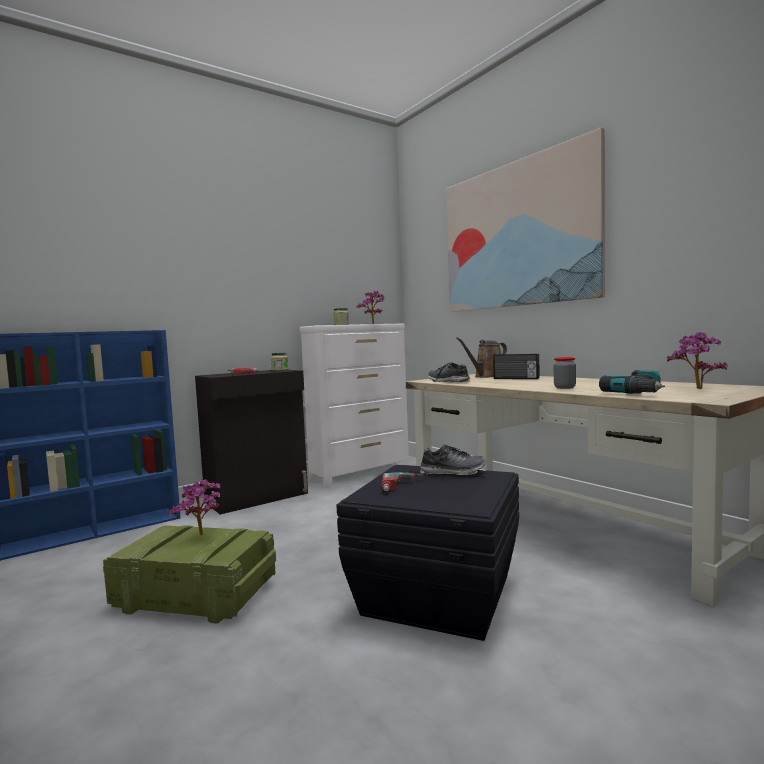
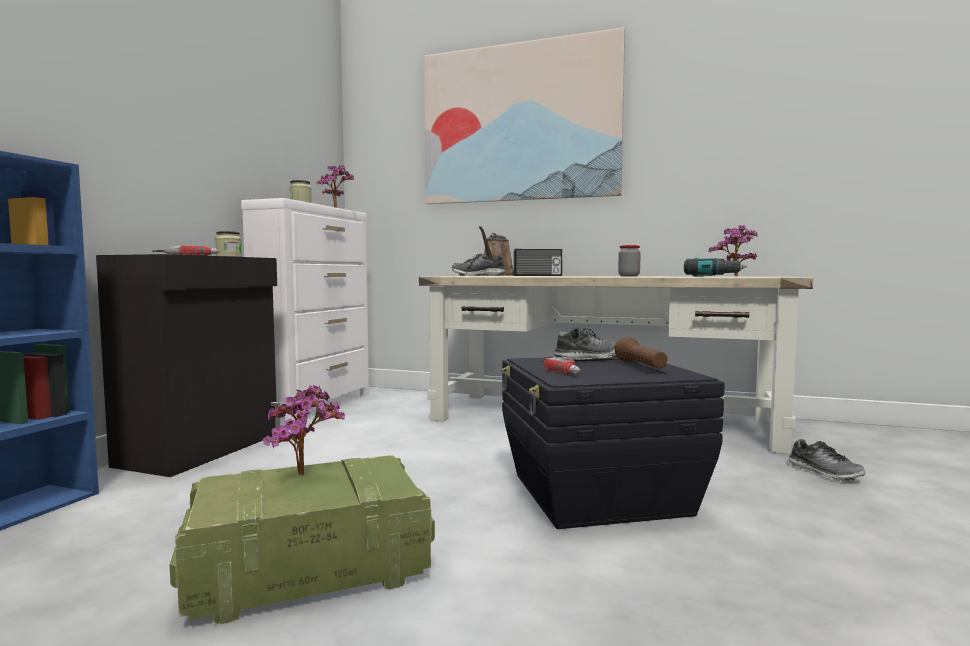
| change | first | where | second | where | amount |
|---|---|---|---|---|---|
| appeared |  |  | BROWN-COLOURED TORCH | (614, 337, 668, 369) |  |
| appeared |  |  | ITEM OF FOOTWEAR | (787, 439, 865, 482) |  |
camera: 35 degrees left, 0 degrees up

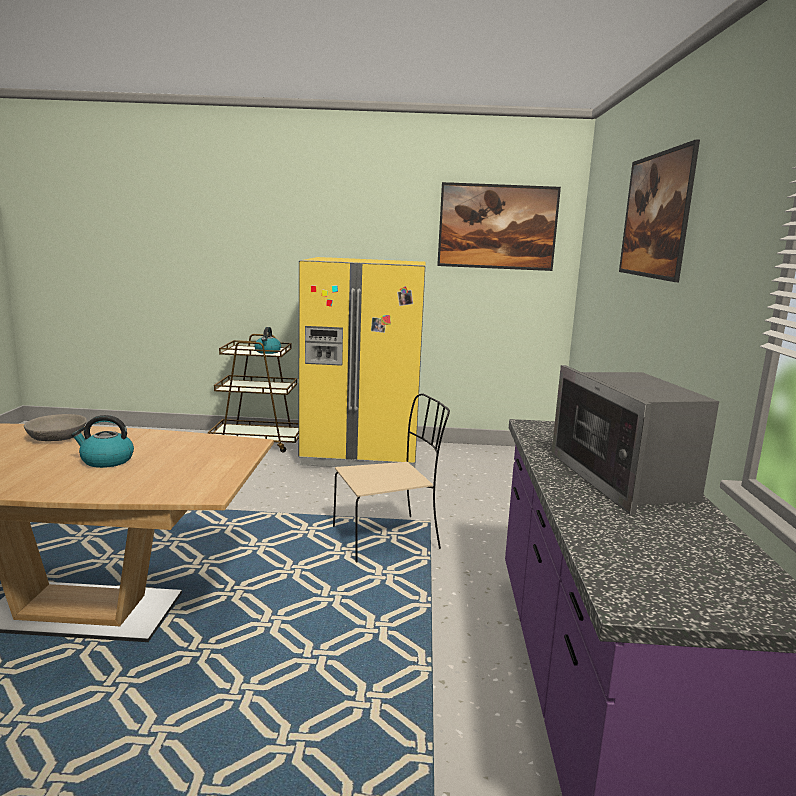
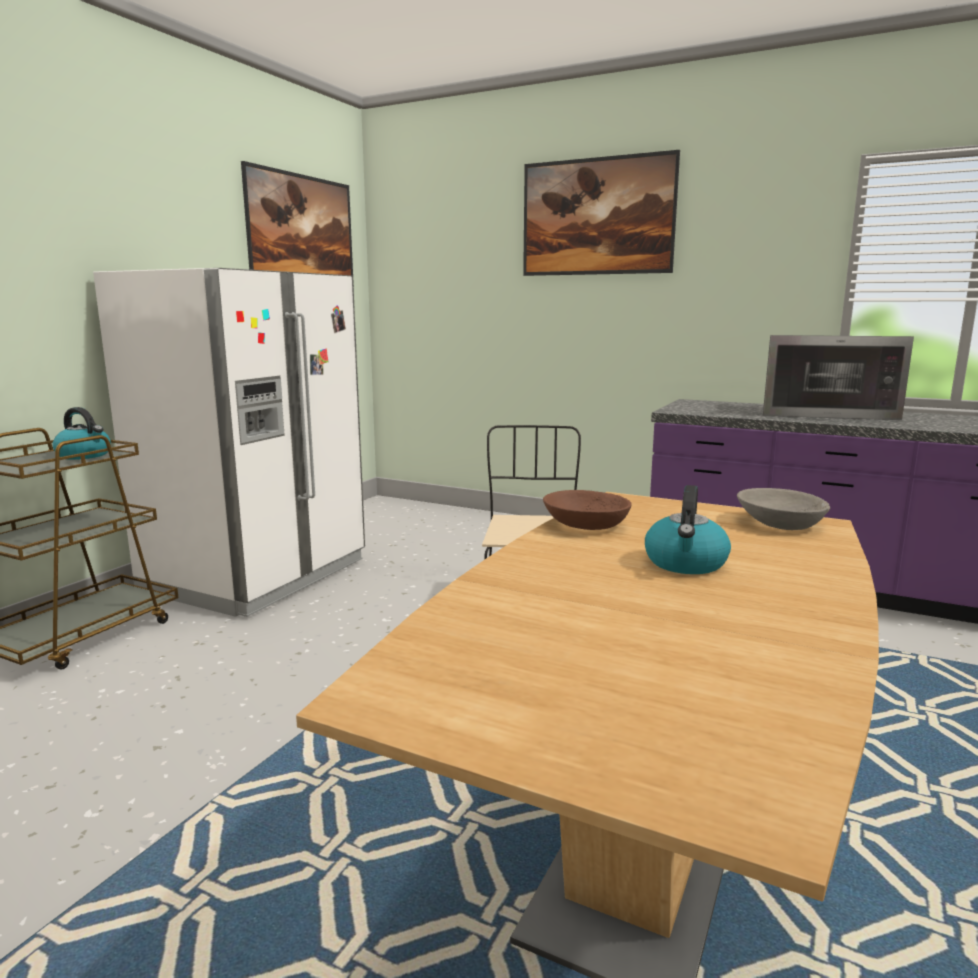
| change | first | where | second | where | amount |
|---|---|---|---|---|---|
| colour | YELLOWISH KITCHEN FRIDGE | (298, 257, 426, 468) | WHITE-COLOURED KITCHEN FRIDGE | (93, 268, 365, 617) |  |
| appeared |  |  | BROWN-COLOURED DEEP DISH | (543, 490, 632, 530) |  |
| relocated | GREY DEEP DISH | (24, 414, 87, 441) |  | (737, 488, 830, 530) |  |
camera: 65 degrees left, 0 degrees up

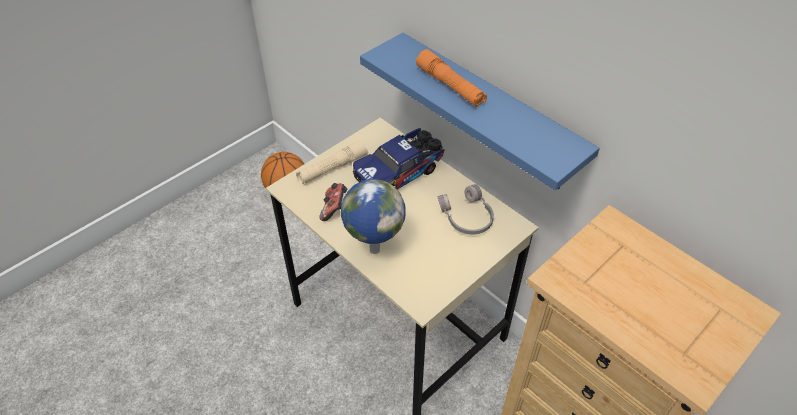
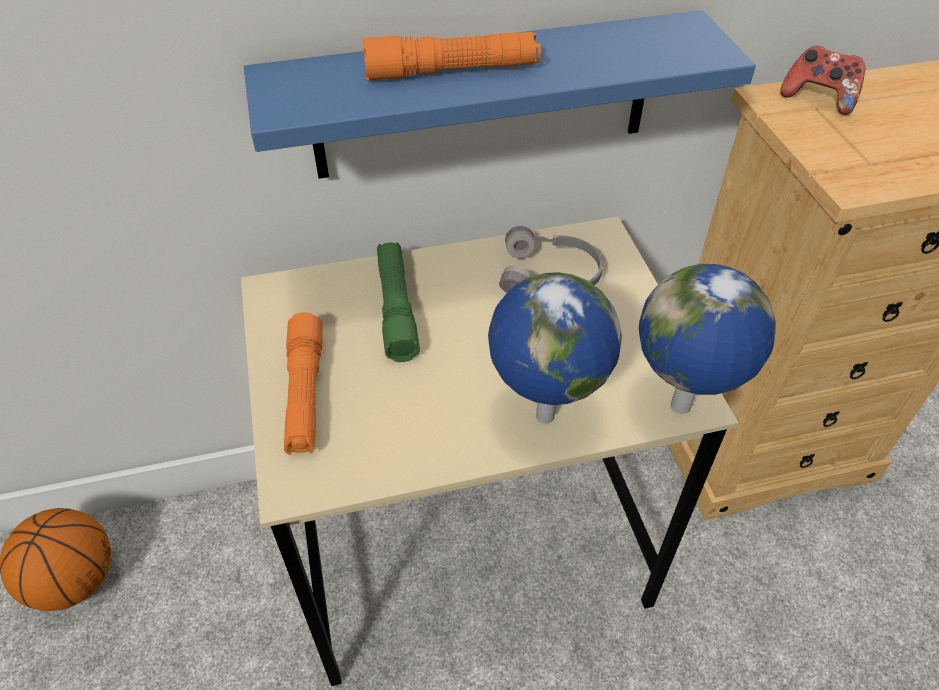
| change | first | where | second | where | amount |
|---|---|---|---|---|---|
| colour | SAND-COLOURED TORCH | (296, 140, 368, 184) | ORANGEY TORCH | (284, 312, 323, 455) |  |
| exchanged | TOY TRUCK | (353, 128, 445, 189) | GREENISH TORCH | (377, 242, 420, 362) |  |
| appeared |  |  | GLOBE | (639, 264, 776, 414) |  |
| relocated | GAMEPAD | (320, 183, 347, 221) |  | (780, 46, 865, 115) |  |
camera: 60 degrees left, 0 degrees up

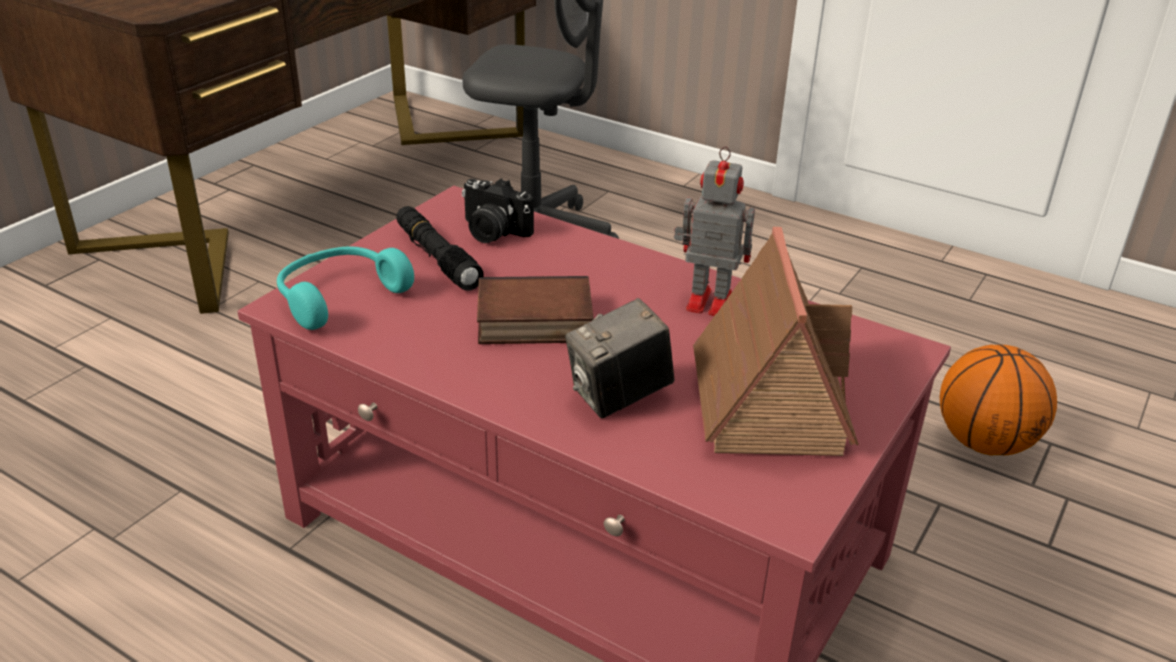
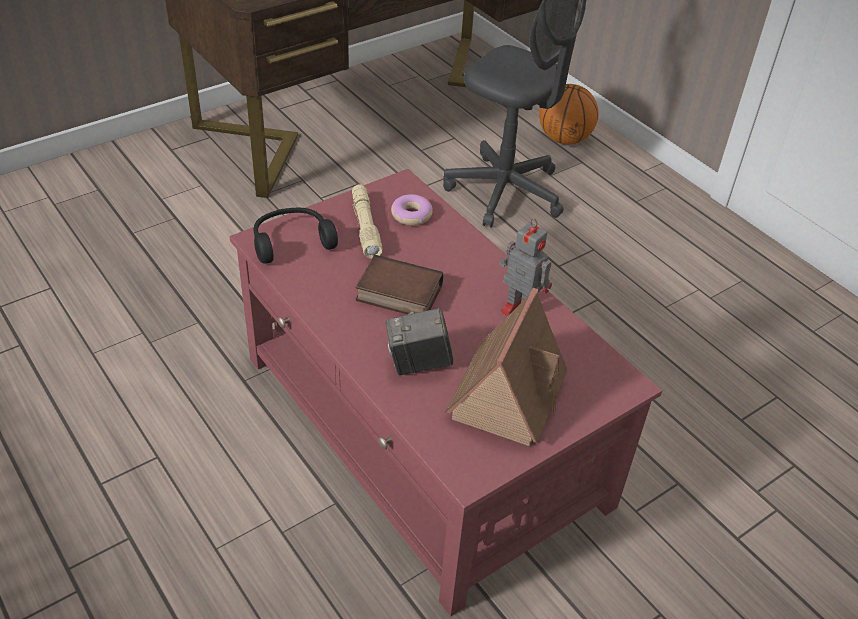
| change | first | where | second | where | amount |
|---|---|---|---|---|---|
| colour | BLUE-GREEN PAIR OF HEADPHONES | (277, 247, 414, 330) | BLACKISH PAIR OF HEADPHONES | (254, 208, 338, 264) |  |
| colour | BLACKISH TORCH | (396, 206, 484, 290) | SAND-COLOURED TORCH | (352, 185, 383, 259) |  |
| exchanged | PHOTO CAMERA | (462, 178, 534, 243) | DOUGHNUT | (391, 194, 433, 226) |  |
| relocated | BASKETBALL BALL | (940, 345, 1057, 455) |  | (539, 84, 599, 145) |  |
camera: 20 degrees right, 10 degrees up

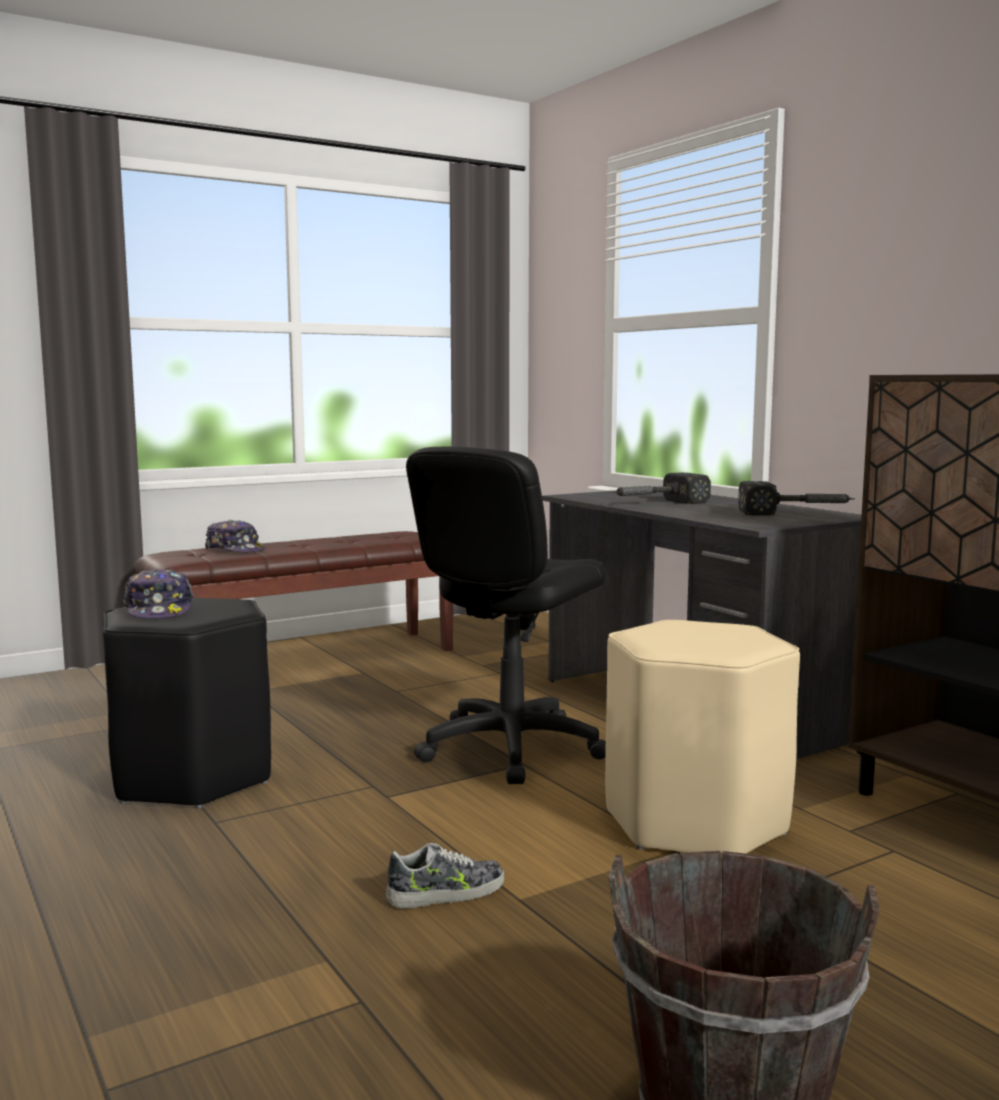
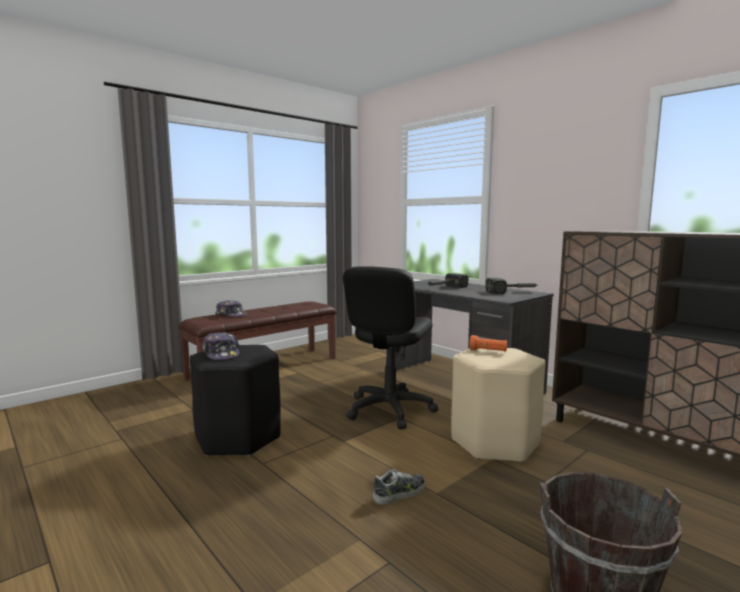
| change | first | where | second | where | amount |
|---|---|---|---|---|---|
| appeared |  |  | ORANGEY TORCH | (470, 335, 507, 352) |  |
camera: 10 degrees left, 0 degrees up

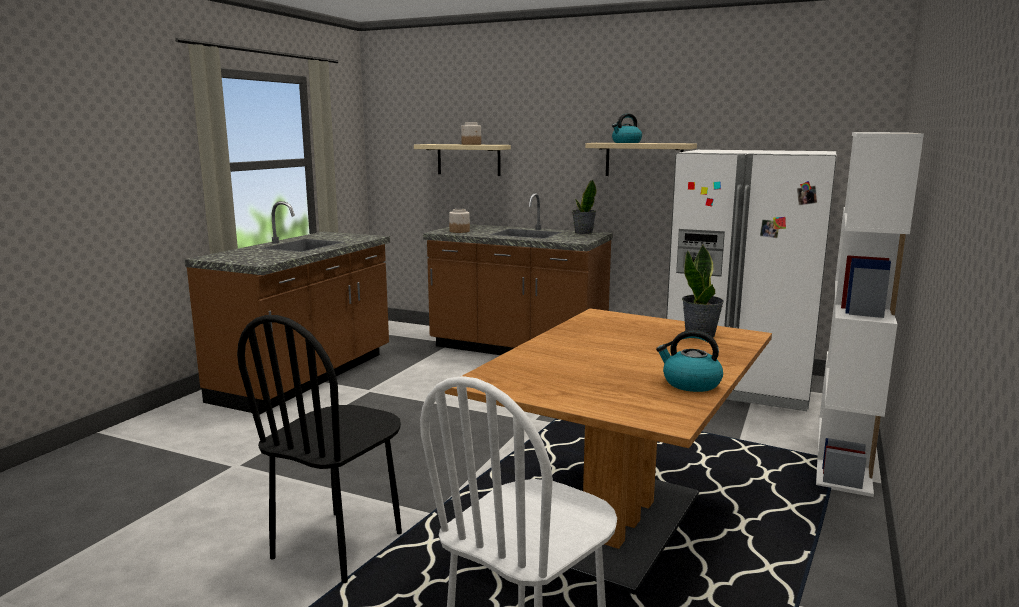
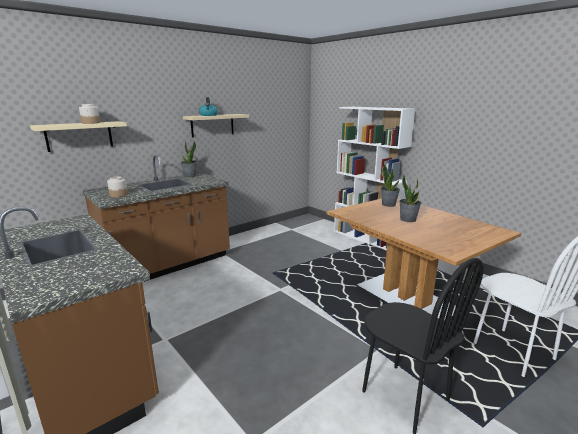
| change | first | where | second | where | amount |
|---|---|---|---|---|---|
| appeared |  |  | HOUSEPLANT | (399, 175, 421, 222) |  |
| missing | WATER KETTLE | (656, 330, 723, 392) |  |  |  |
| missing | WHITE-COLOURED KITCHEN FRIDGE | (666, 150, 837, 411) |  |  |  |
camera: 65 degrees left, 5 degrees up

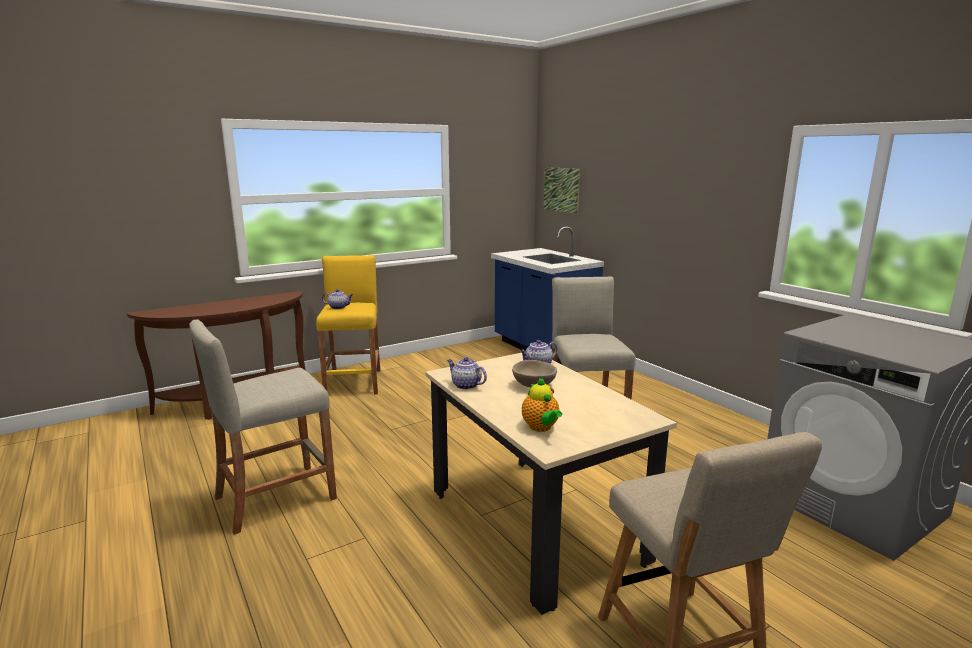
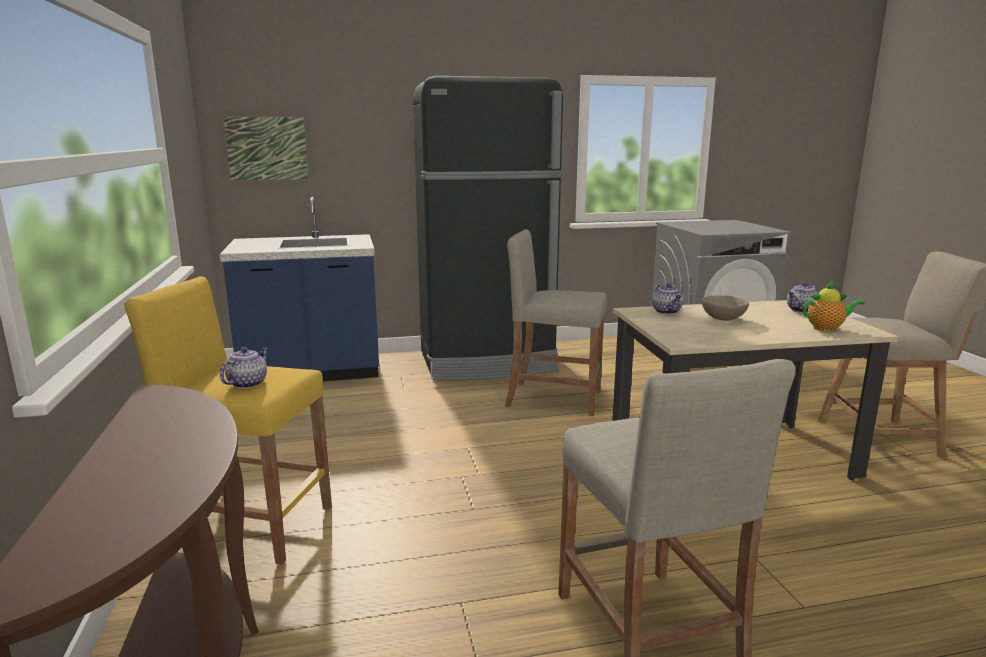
| change | first | where | second | where | amount |
|---|---|---|---|---|---|
| appeared |  |  | BLACKISH KITCHEN FRIDGE | (413, 76, 563, 381) |  |
| relocated | TEAPOT | (447, 357, 487, 390) |  | (787, 282, 819, 313) |  |
camera: 70 degrees left, 0 degrees up

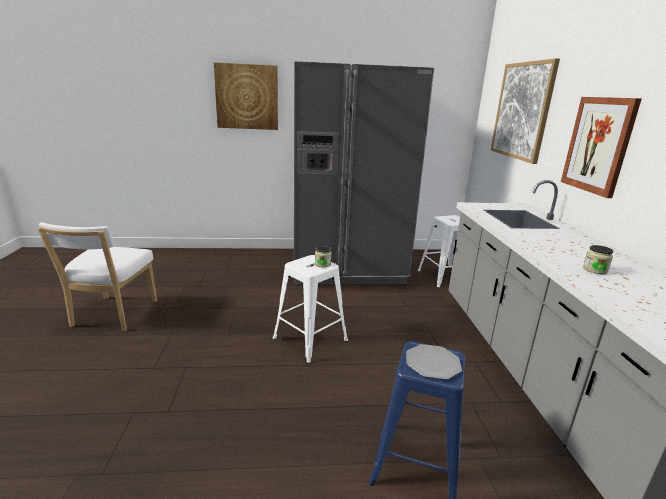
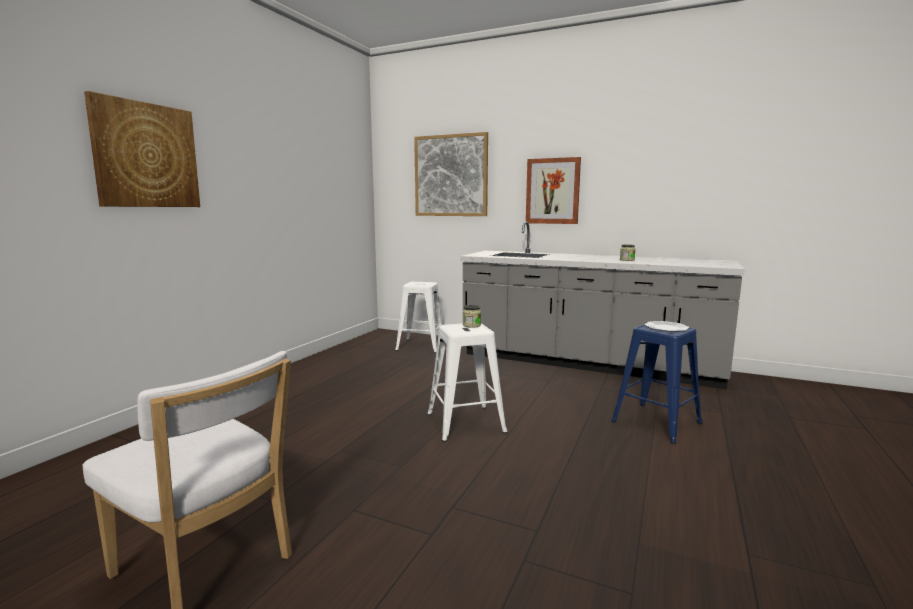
| change | first | where | second | where | amount |
|---|---|---|---|---|---|
| missing | GREY KITCHEN FRIDGE | (294, 61, 434, 284) |  |  |  |
camera: 60 degrees left, 10 degrees down

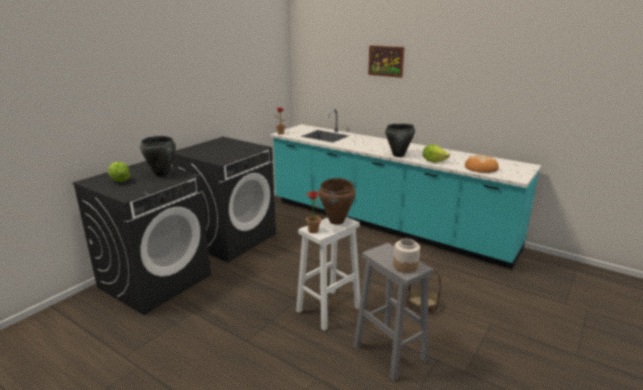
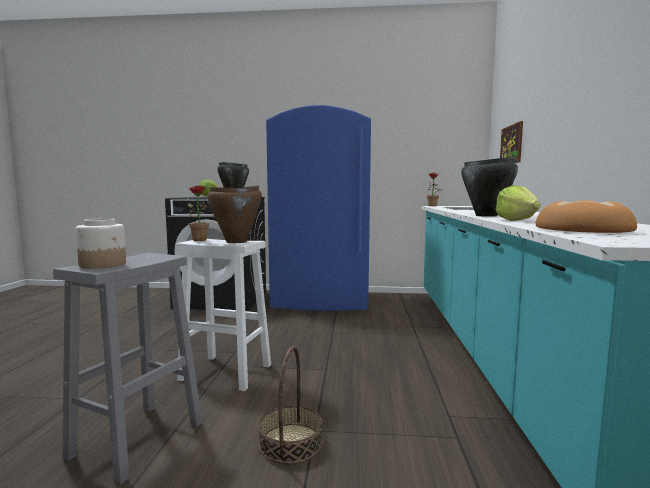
| change | first | where | second | where | amount |
|---|---|---|---|---|---|
| exchanged | BLACKISH LAUNDRY MACHINE | (172, 137, 276, 262) | BLUE KITCHEN FRIDGE | (266, 105, 371, 311) |  |
| relocated | WALL PICTURE | (368, 45, 404, 78) |  | (500, 121, 523, 163) |  |
camera: 60 degrees right, 15 degrees down

